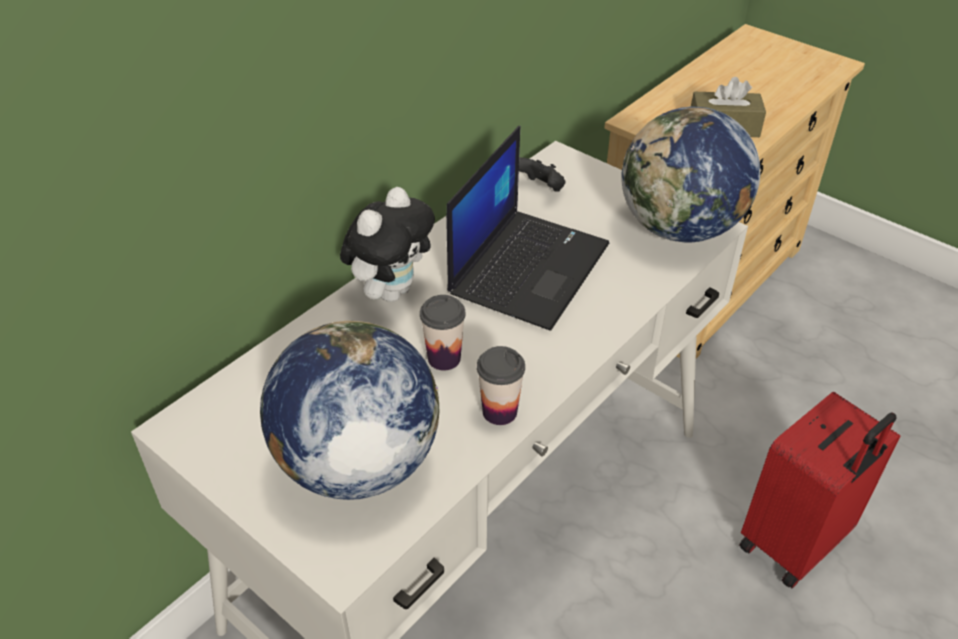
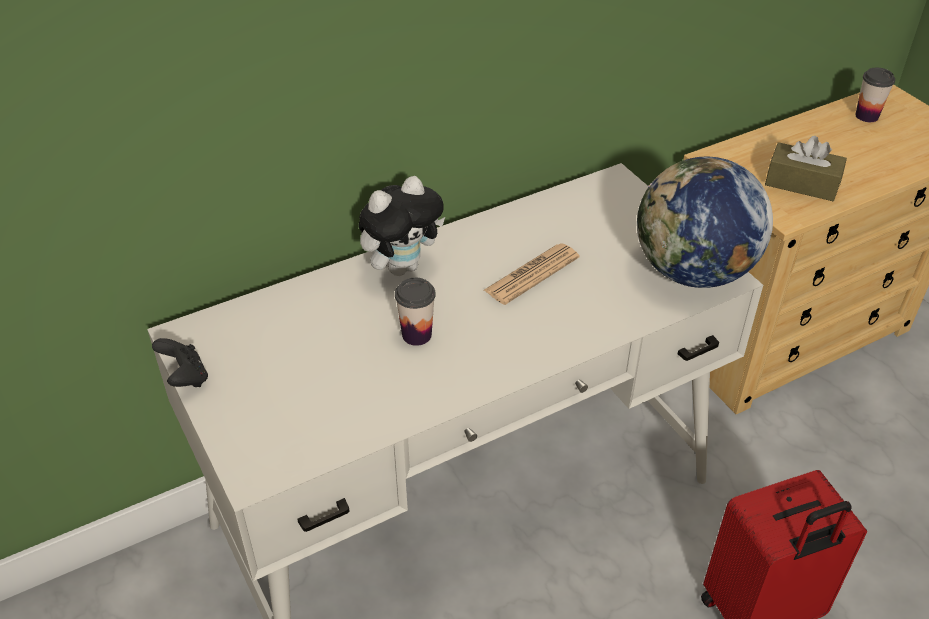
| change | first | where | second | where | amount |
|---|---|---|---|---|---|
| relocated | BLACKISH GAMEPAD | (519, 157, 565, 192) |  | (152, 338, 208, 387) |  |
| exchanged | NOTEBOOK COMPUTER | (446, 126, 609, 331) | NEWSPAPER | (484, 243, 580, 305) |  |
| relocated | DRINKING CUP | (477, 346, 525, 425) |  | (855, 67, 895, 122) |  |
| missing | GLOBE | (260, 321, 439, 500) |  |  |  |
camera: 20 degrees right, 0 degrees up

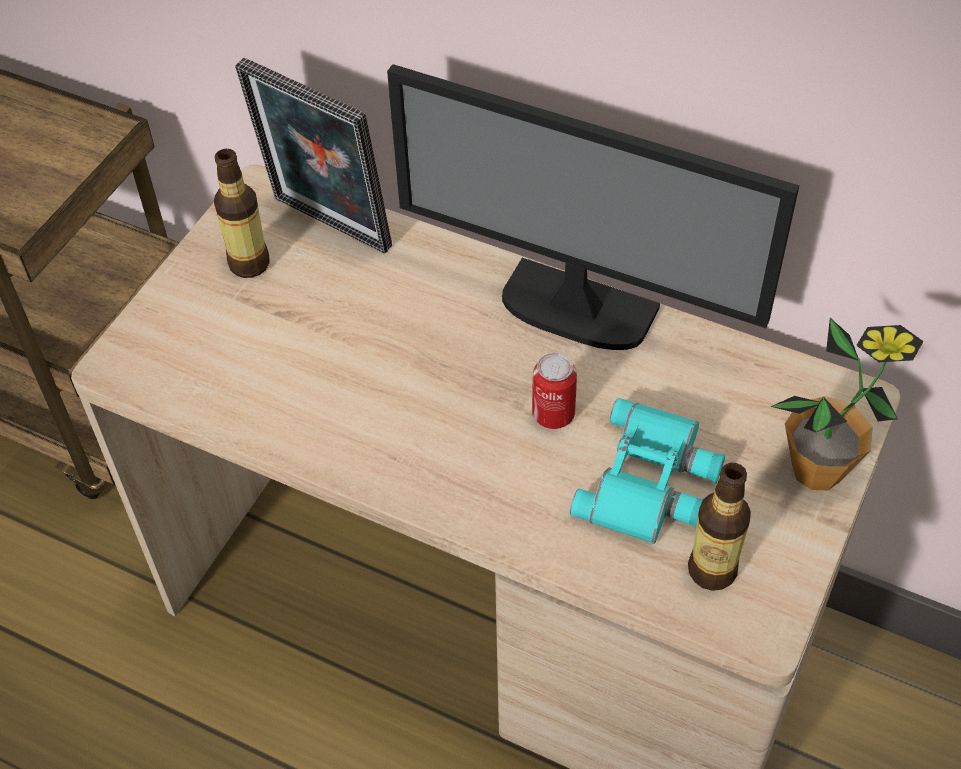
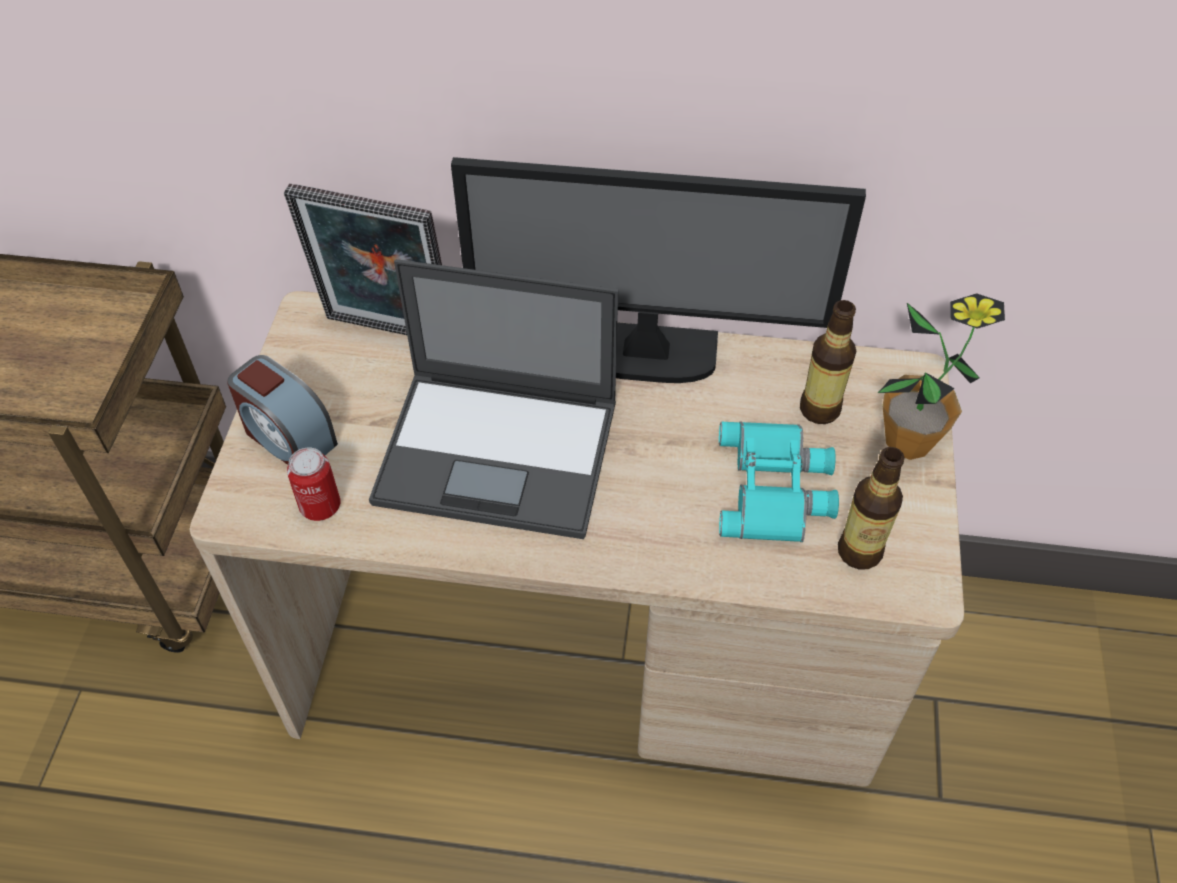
| change | first | where | second | where | amount |
|---|---|---|---|---|---|
| appeared |  |  | ALARM CLOCK | (227, 355, 338, 465) |  |
| relocated | CAN | (532, 352, 577, 429) |  | (287, 448, 340, 521) |  |
| appeared |  |  | NOTEBOOK COMPUTER | (369, 259, 618, 539) |  |
| relocated | BEVERAGE BOTTLE | (214, 149, 270, 278) |  | (800, 300, 856, 424) |  |
camera: 20 degrees left, 0 degrees up

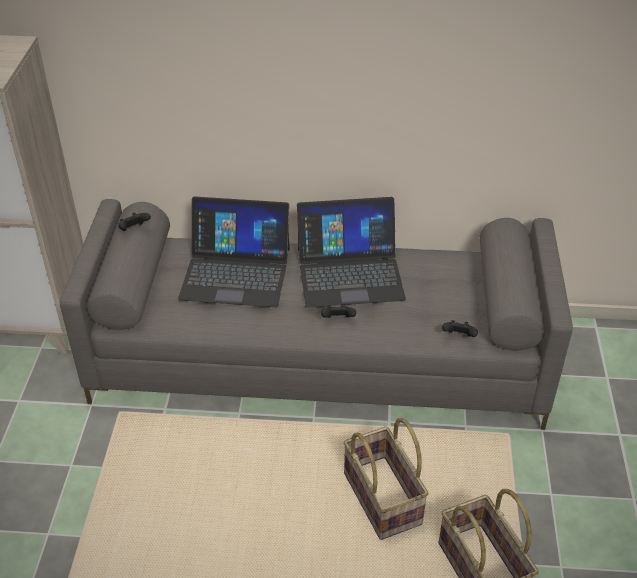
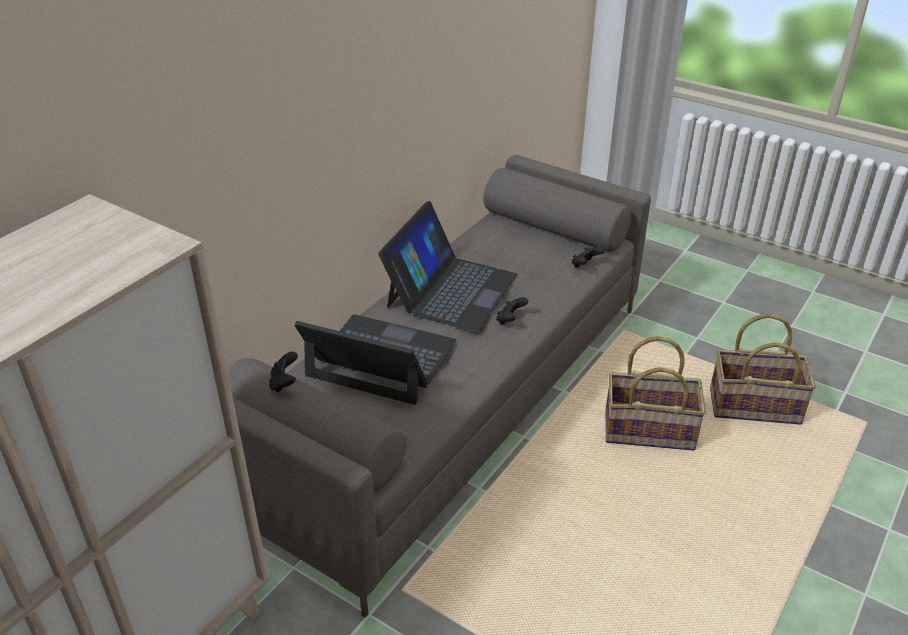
| change | first | where | second | where | amount |
|---|---|---|---|---|---|
| spun | NOTEBOOK COMPUTER | (178, 197, 290, 307) |  | (294, 314, 456, 405) | 105 degrees counterclockwise |
camera: 60 degrees left, 5 degrees down

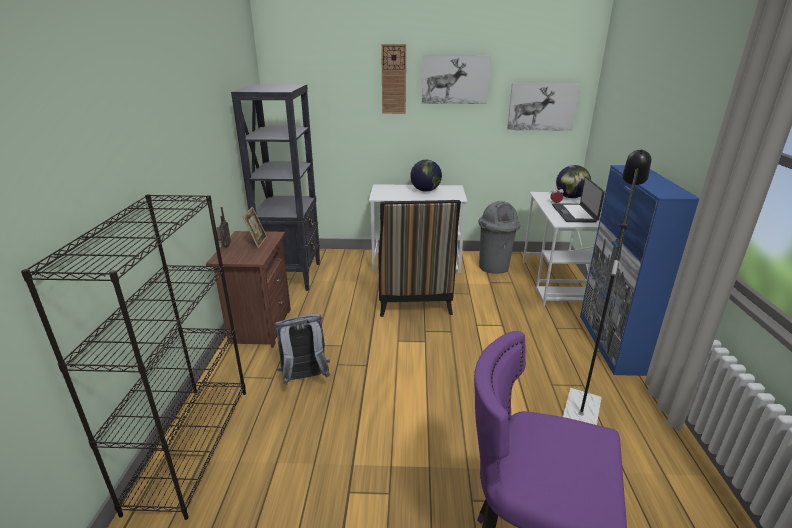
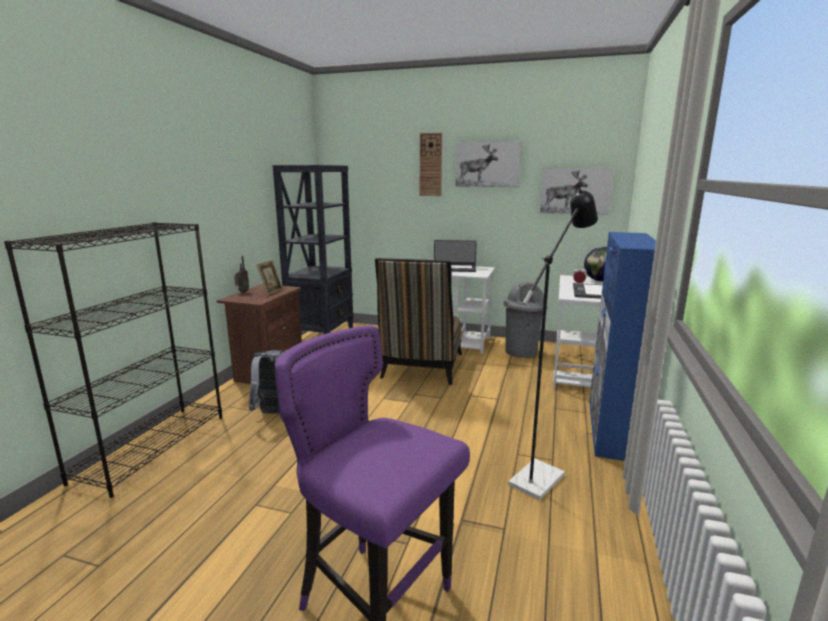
| change | first | where | second | where | amount |
|---|---|---|---|---|---|
| exchanged | GLOBE | (410, 160, 442, 192) | NOTEBOOK COMPUTER | (434, 240, 477, 272) |  |
camera: 15 degrees right, 10 degrees down

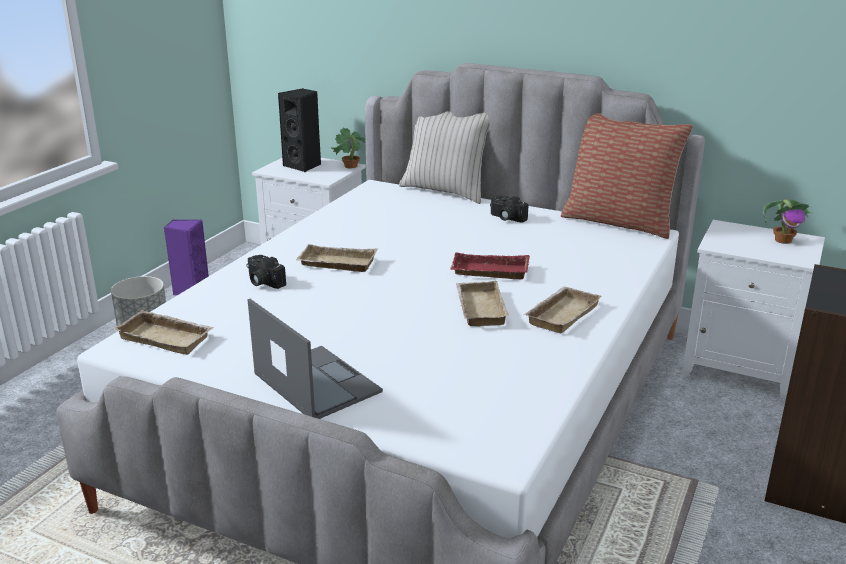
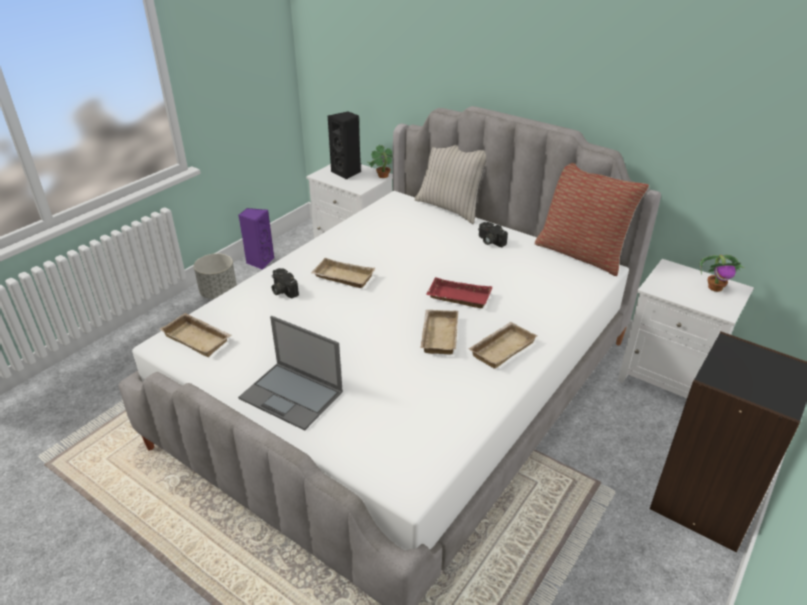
| change | first | where | second | where | amount |
|---|---|---|---|---|---|
| spun | NOTEBOOK COMPUTER | (248, 299, 383, 419) |  | (238, 316, 343, 431) | 150 degrees clockwise |
camera: 10 degrees right, 10 degrees up

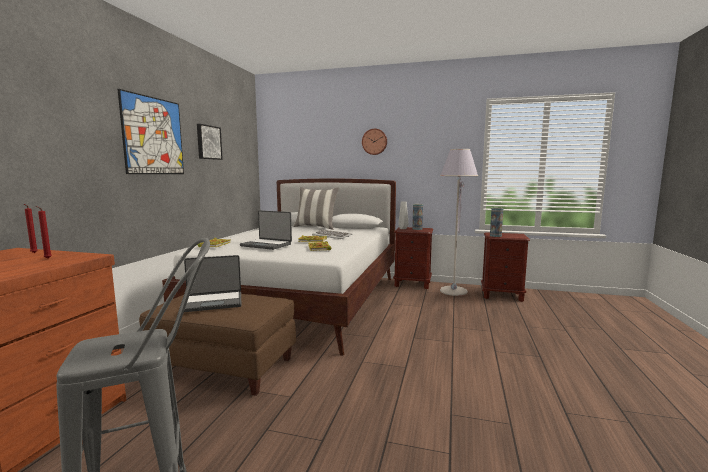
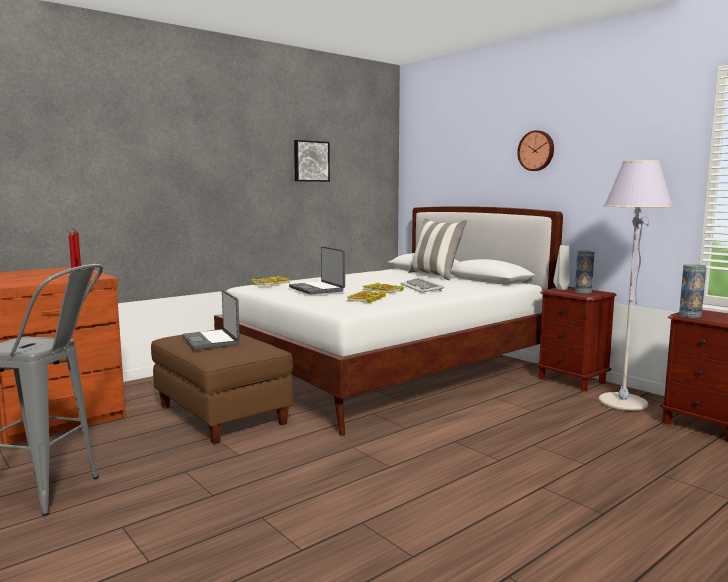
| change | first | where | second | where | amount |
|---|---|---|---|---|---|
| spun | NOTEBOOK COMPUTER | (184, 255, 241, 312) |  | (182, 290, 240, 350) | 45 degrees clockwise |
| missing | WALL PICTURE | (118, 89, 184, 174) |  |  |  |
camera: 35 degrees right, 0 degrees up

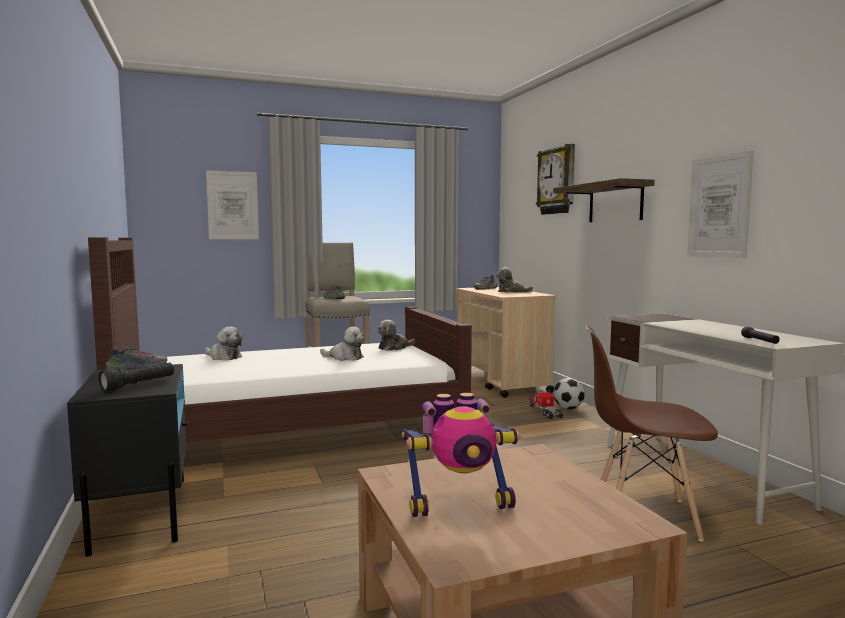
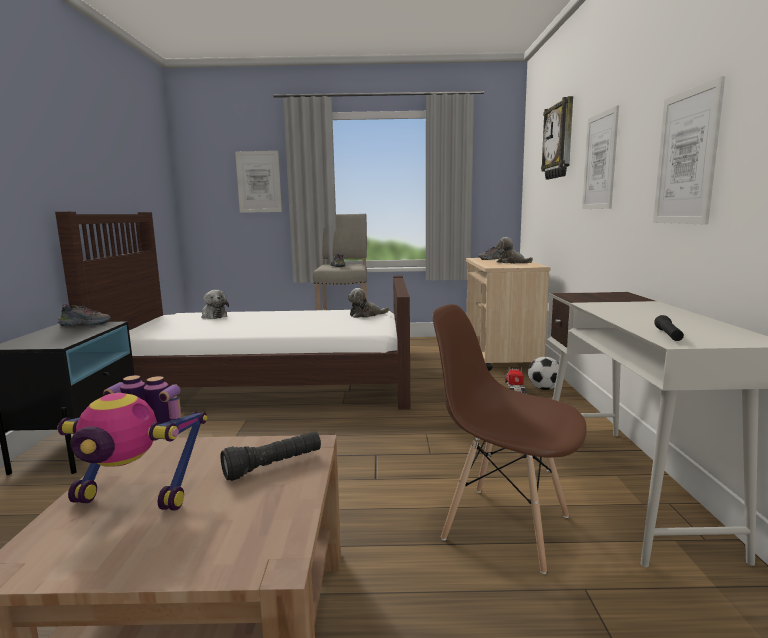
| change | first | where | second | where | amount |
|---|---|---|---|---|---|
| relocated | BLACKISH TORCH | (99, 363, 174, 392) |  | (221, 431, 321, 481) |  |
| exchanged | BRACKET SHELF | (553, 178, 655, 222) | WALL PICTURE | (582, 106, 619, 209) |  |
| missing | SOFT TOY | (320, 327, 364, 361) |  |  |  |
camera: 20 degrees right, 5 degrees up

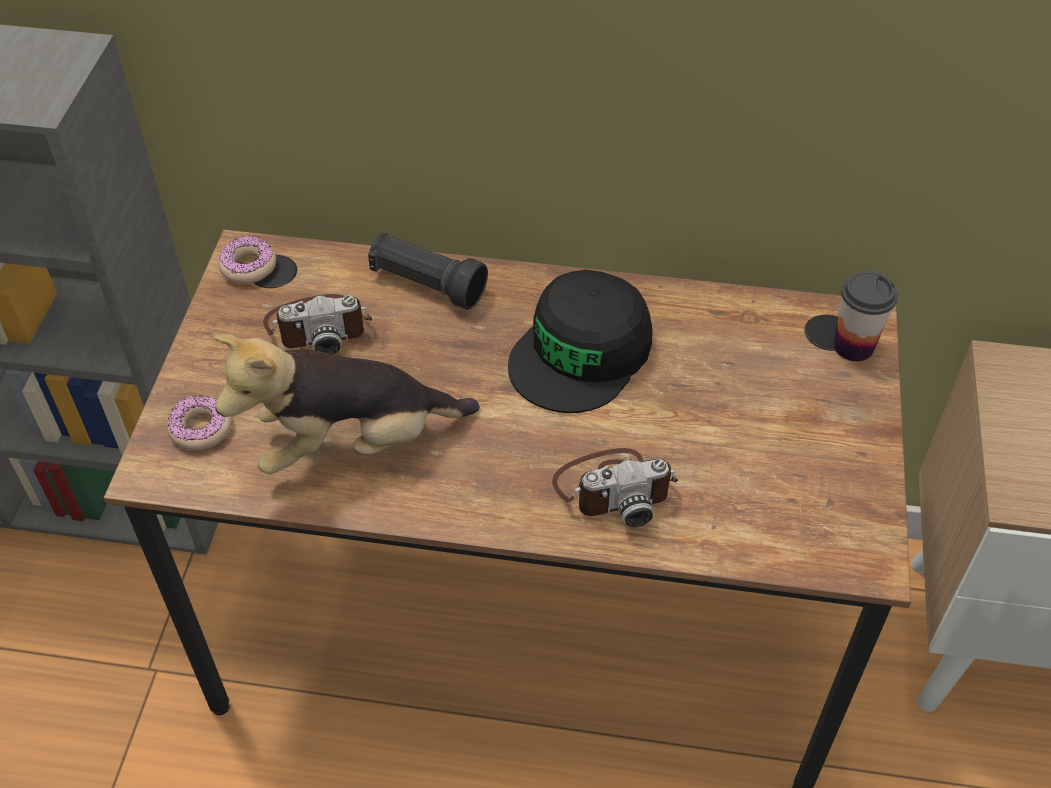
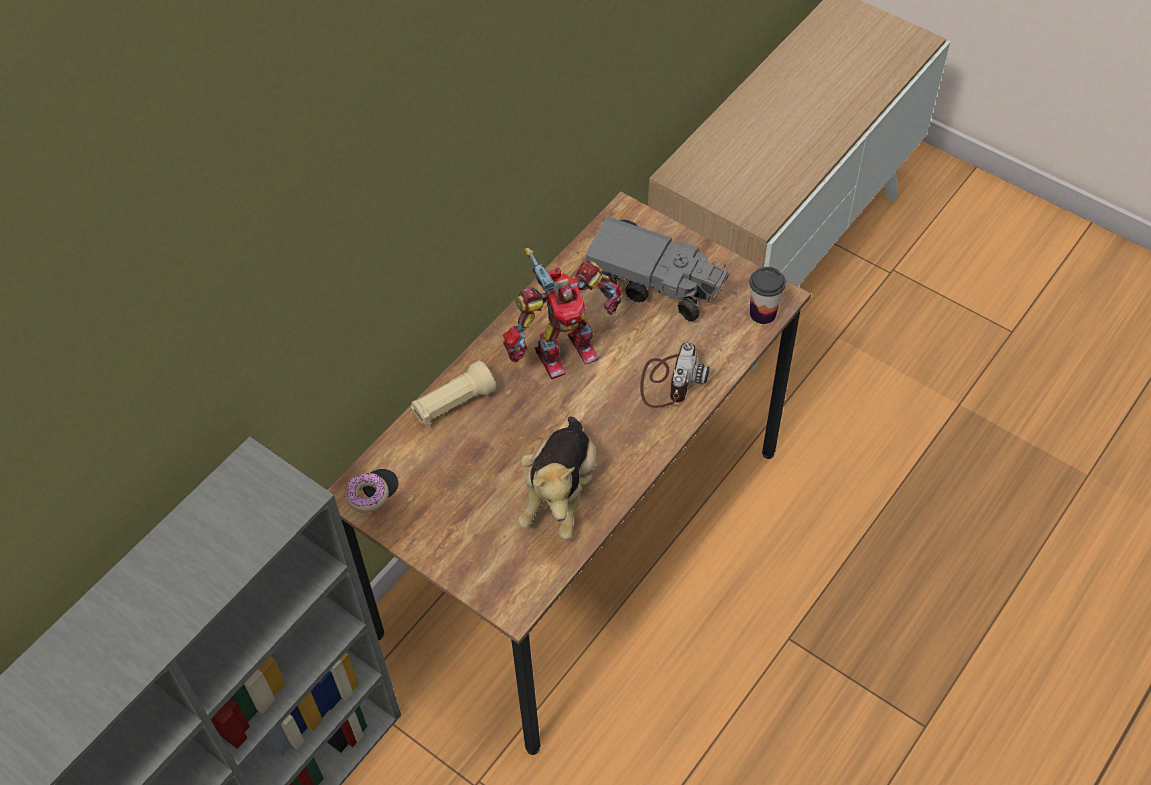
| change | first | where | second | where | amount |
|---|---|---|---|---|---|
| colour | BLACKISH TORCH | (368, 233, 488, 310) | SAND-COLOURED TORCH | (411, 361, 496, 427) |  |
| exchanged | BLACKISH BASEBALL CAP | (508, 270, 653, 413) | TOY ROBOT | (503, 248, 622, 379) |  |
| appeared |  |  | TOY TRUCK | (586, 217, 731, 321) |  |
| relocated | DRINKING CUP | (834, 271, 898, 361) |  | (749, 267, 786, 324) |  |
| missing | DOUGHNUT | (167, 395, 232, 450) |  |  |  |
| missing | PHOTO CAMERA | (263, 294, 372, 355) |  |  |  |
camera: 60 degrees left, 5 degrees up

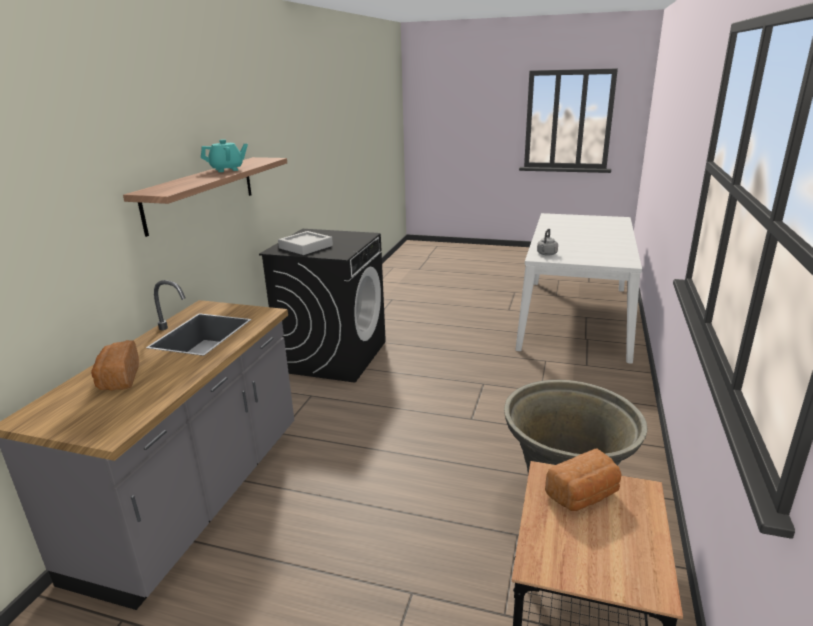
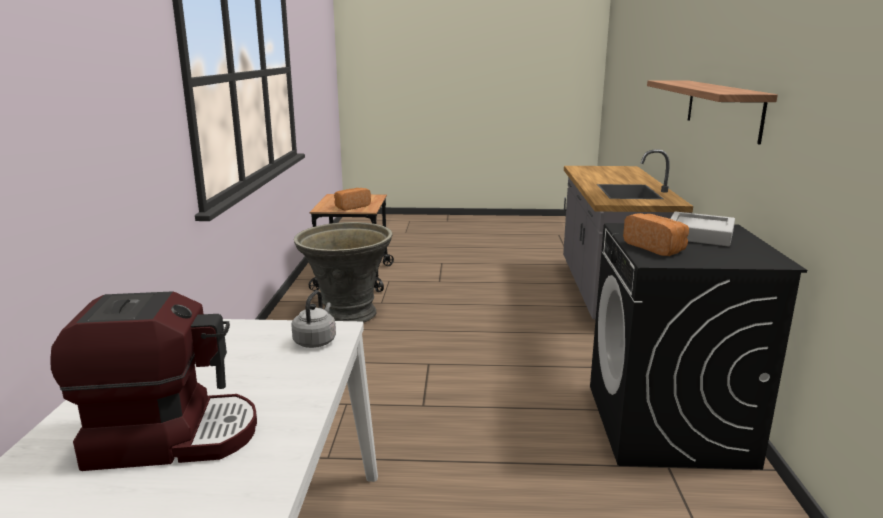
| change | first | where | second | where | amount |
|---|---|---|---|---|---|
| appeared |  |  | COFFEE BREWER | (50, 291, 257, 471) |  |
| relocated | BAKERY BREAD | (91, 340, 139, 391) |  | (623, 213, 689, 256) |  |
| missing | BLUE-GREEN TEAPOT | (201, 139, 248, 172) |  |  |  |
camera: 165 degrees right, 5 degrees down

